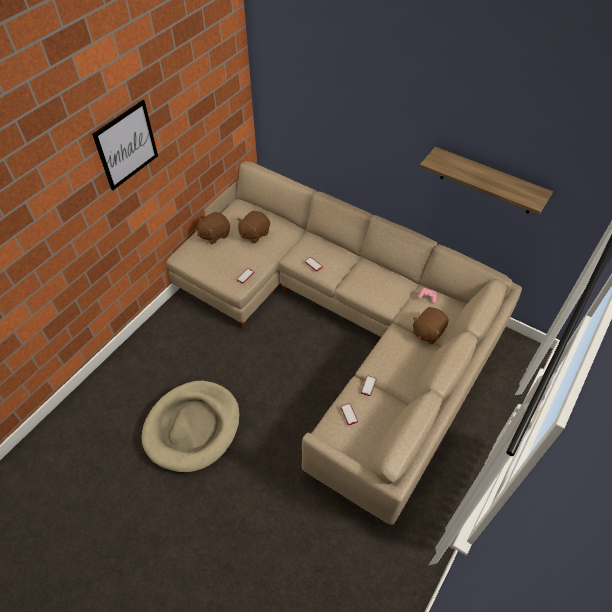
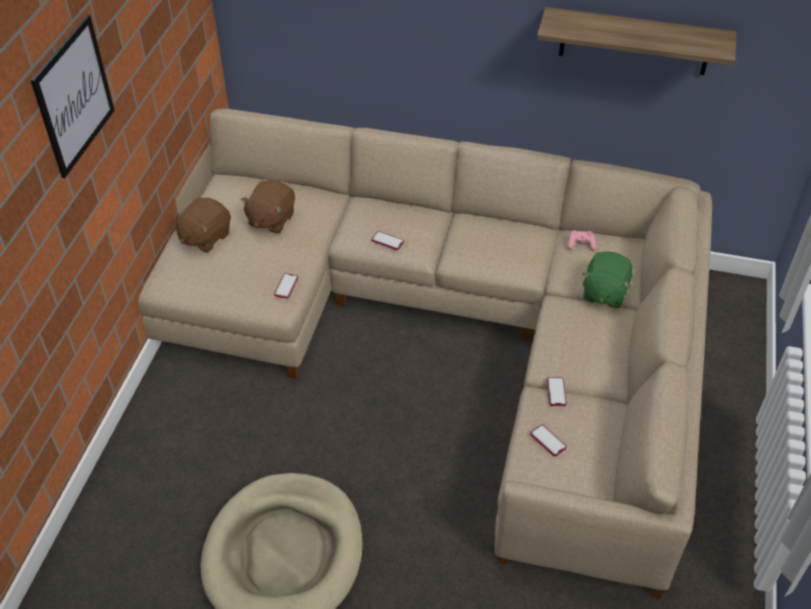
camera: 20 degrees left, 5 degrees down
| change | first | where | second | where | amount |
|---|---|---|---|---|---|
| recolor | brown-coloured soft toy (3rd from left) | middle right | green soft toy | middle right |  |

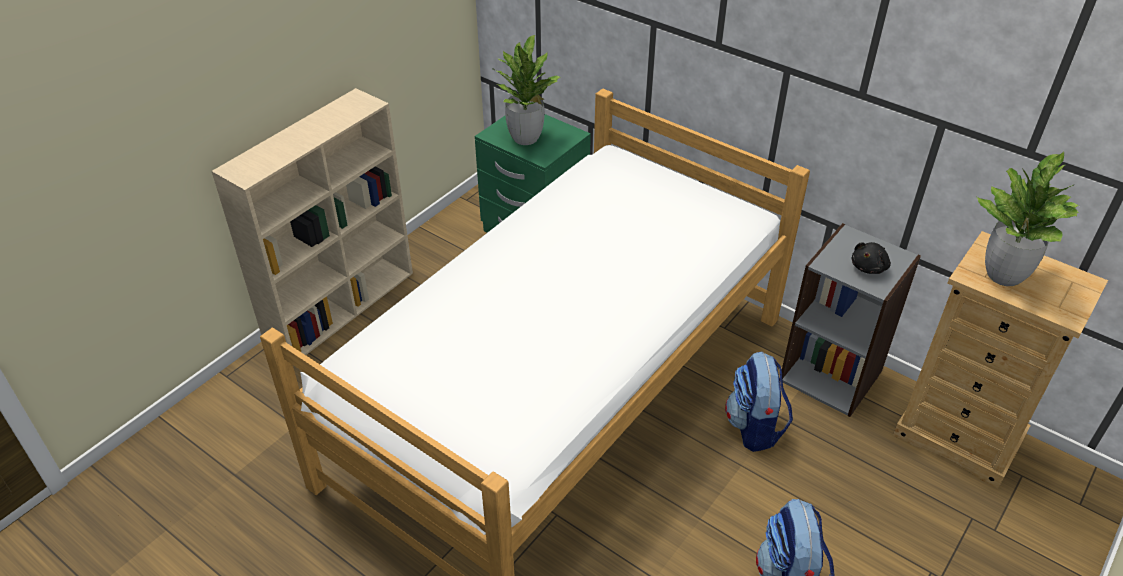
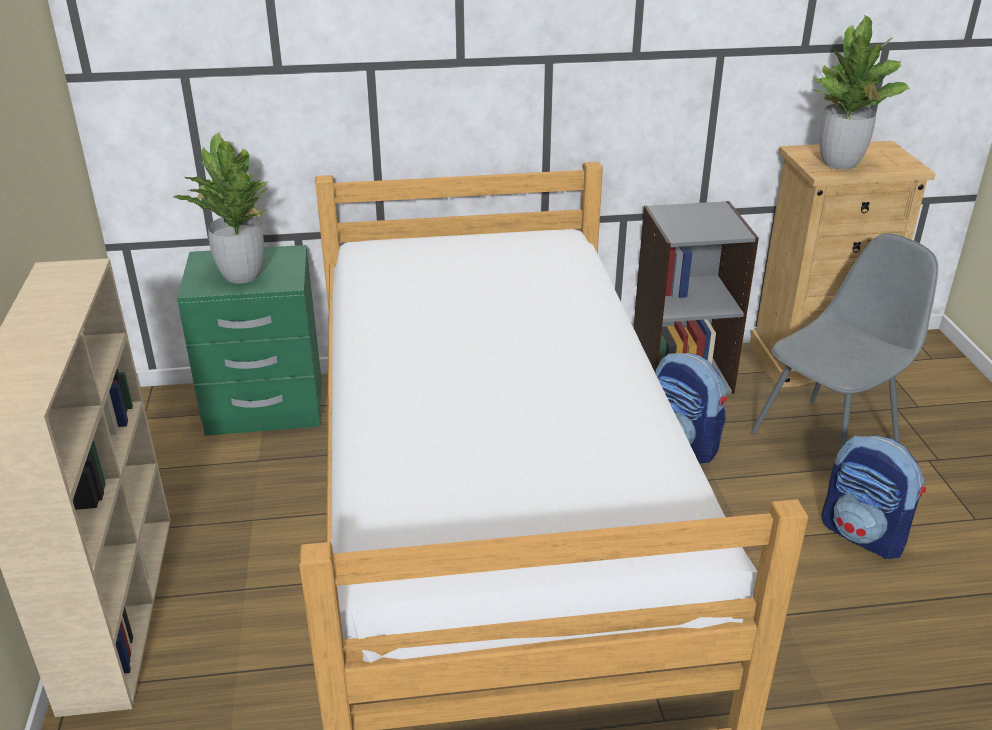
camera: 45 degrees left, 10 degrees down
| change | first | where | second | where | amount |
|---|---|---|---|---|---|
| delete | black-coloured soft toy | middle right |  |  |  |
| insert |  |  | grey chair | middle right |  |

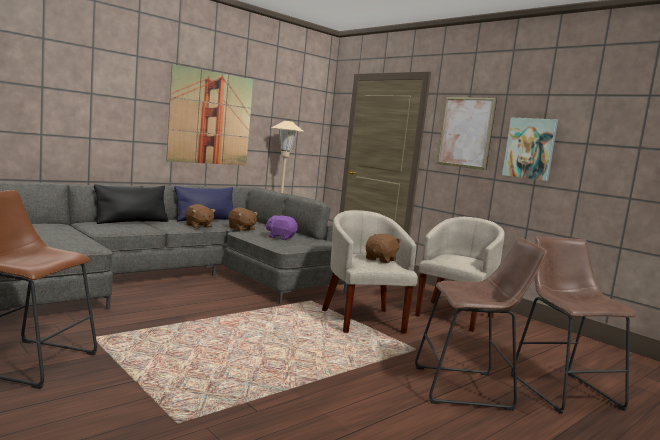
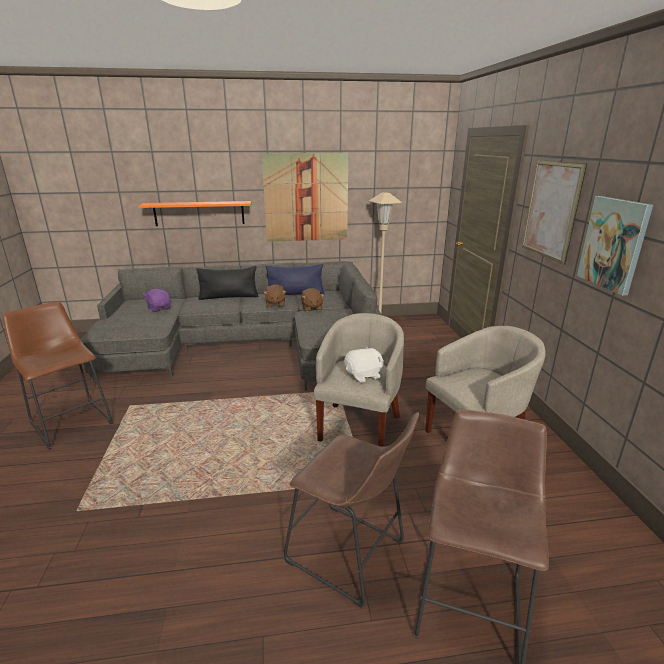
camera: 35 degrees right, 15 degrees up
| change | first | where | second | where | amount |
|---|---|---|---|---|---|
| insert |  |  | orangey shelf | top left |  |
| move | purplish soft toy | centre |  | middle left |  |
| recolor | brown-coloured soft toy (3rd from left) | centre | white-coloured soft toy | centre |  |

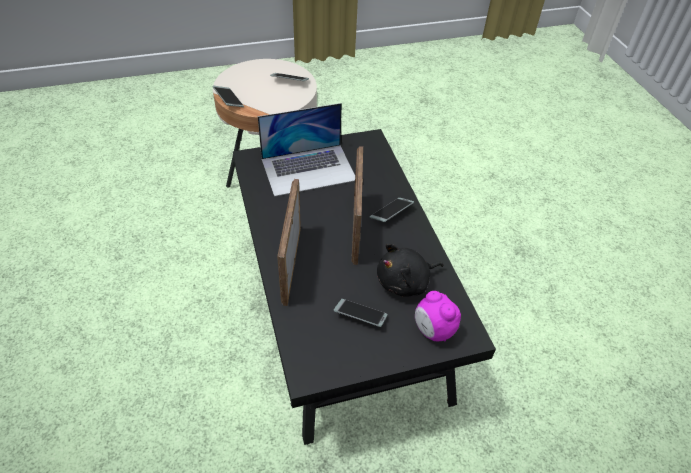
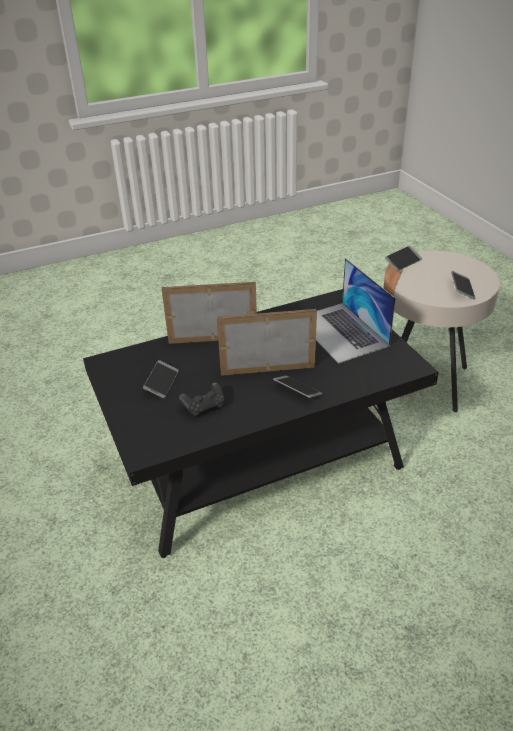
camera: 85 degrees right, 10 degrees down
| change | first | where | second | where | amount |
|---|---|---|---|---|---|
| delete | alarm clock | bottom centre |  |  |  |
| replace | black-coloured soft toy | centre | black-coloured game controller | centre |  |

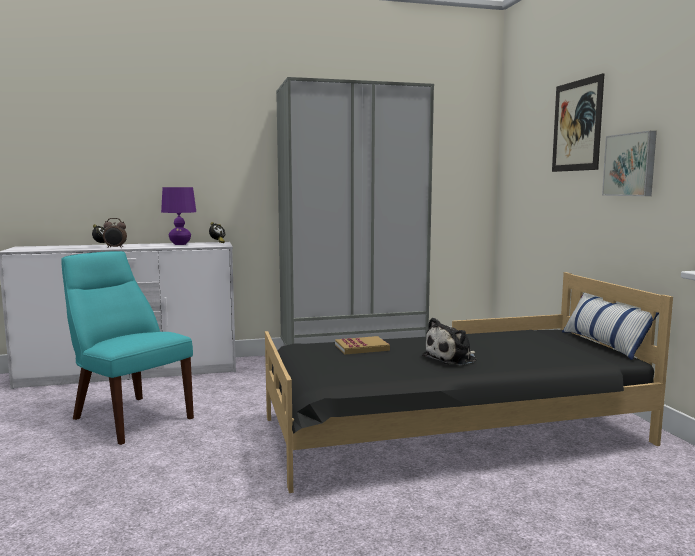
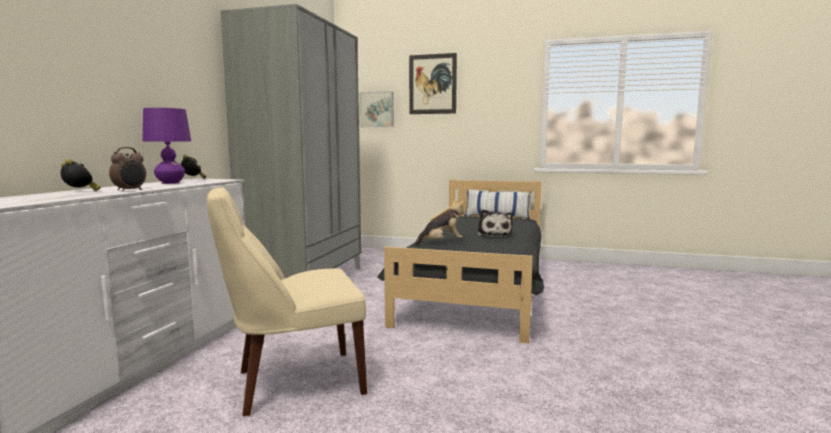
camera: 60 degrees left, 0 degrees up
| change | first | where | second | where | amount |
|---|---|---|---|---|---|
| move | wall picture (2nd from left in the first image) | top right | wall picture (1st from left) | top centre |  |
| replace | book | centre | soft toy (1st from left) | centre |  |
| recolor | turquoise-coloured chair | middle left | beige-coloured chair | bottom centre |  |

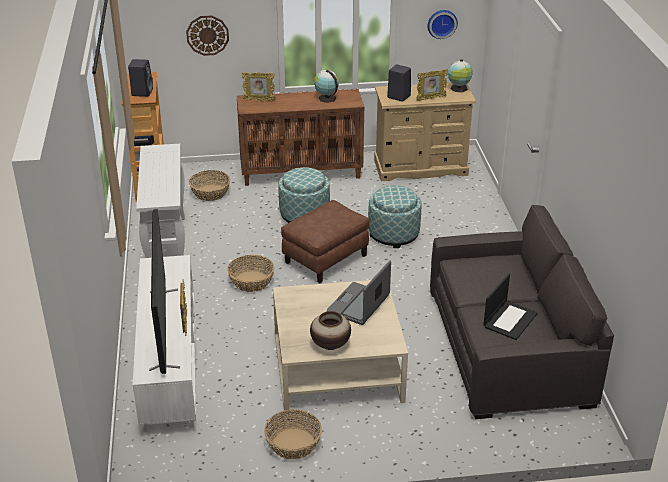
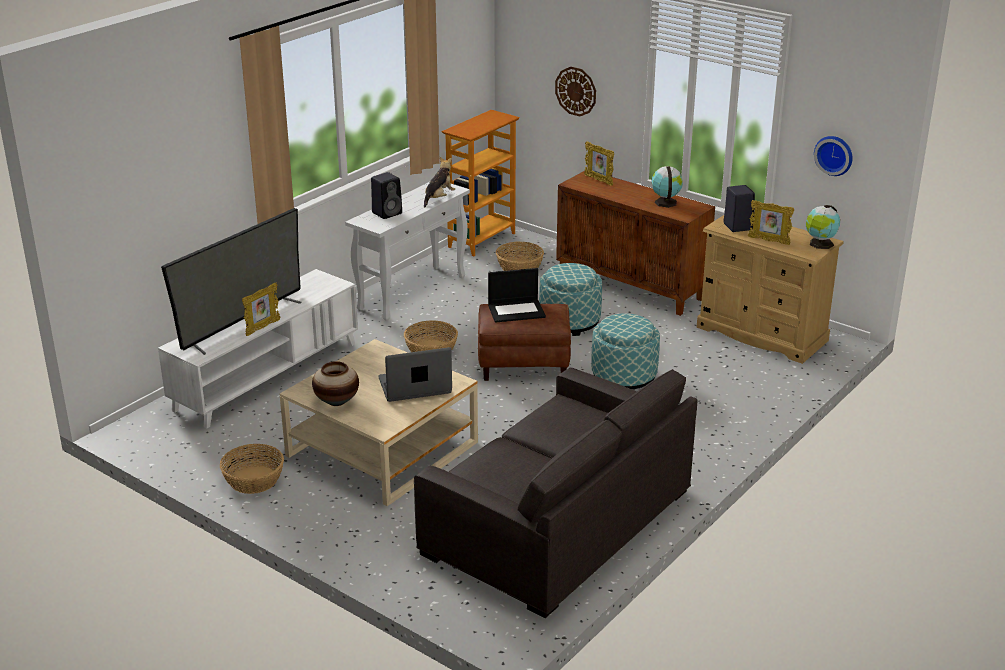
camera: 45 degrees right, 5 degrees down
| change | first | where | second | where | amount |
|---|---|---|---|---|---|
| insert |  |  | soft toy | top centre |  |
| move | black-coloured loudspeaker (1st from left) | top left |  | top centre |  |
| move | notebook computer (2nd from left) | middle right |  | centre |  |

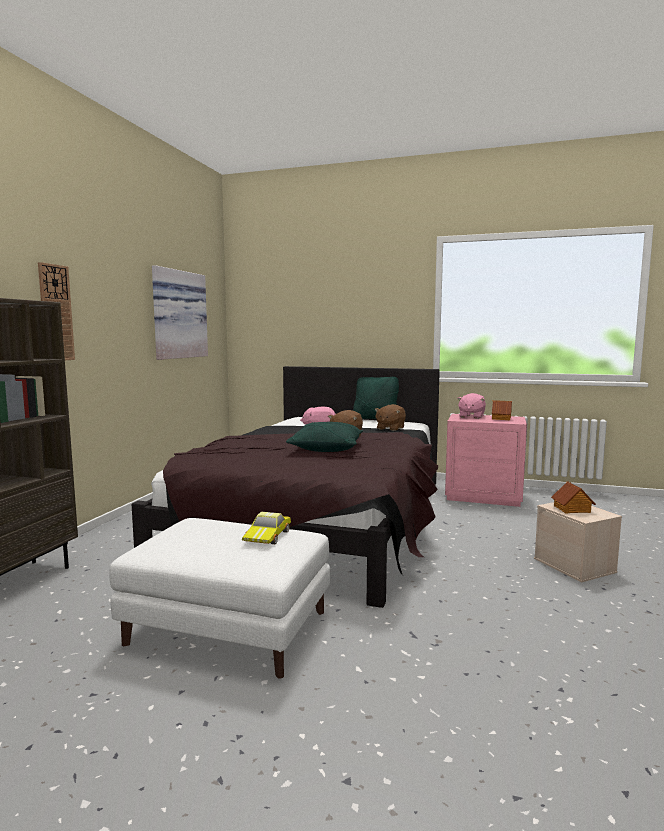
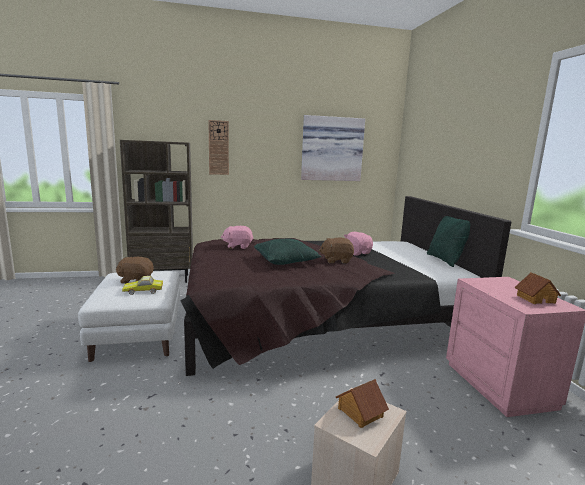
camera: 60 degrees right, 5 degrees up
| change | first | where | second | where | amount |
|---|---|---|---|---|---|
| move | brown-coloured soft toy (2nd from left in the first image) | centre | brown-coloured soft toy (1st from left) | middle left |  |
| move | pink soft toy (2nd from left in the first image) | middle right | pink soft toy (1st from left) | centre |  |

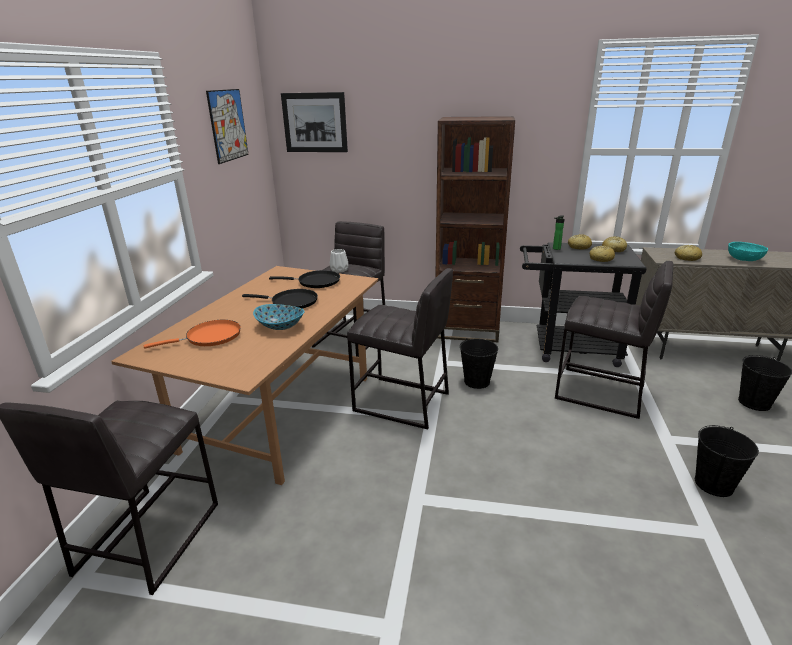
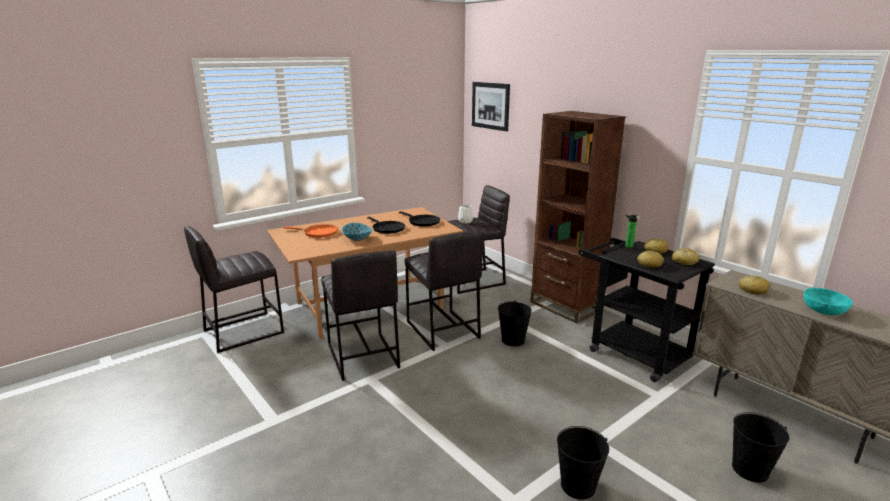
camera: 40 degrees right, 5 degrees down
| change | first | where | second | where | amount |
|---|---|---|---|---|---|
| delete | wall picture (1st from left) | top left |  |  |  |
| move | grey stool seat (4th from left in the first image) | middle right | grey stool seat (2nd from left) | centre |  |

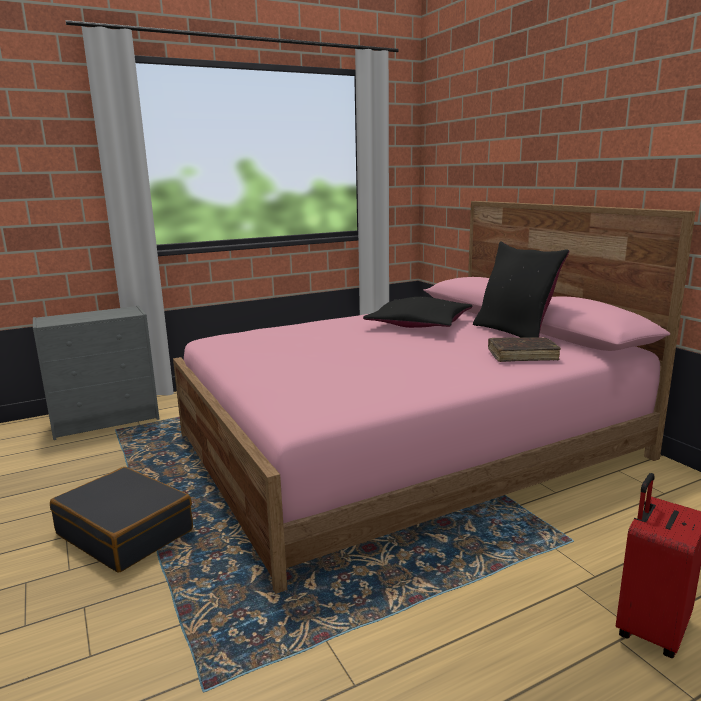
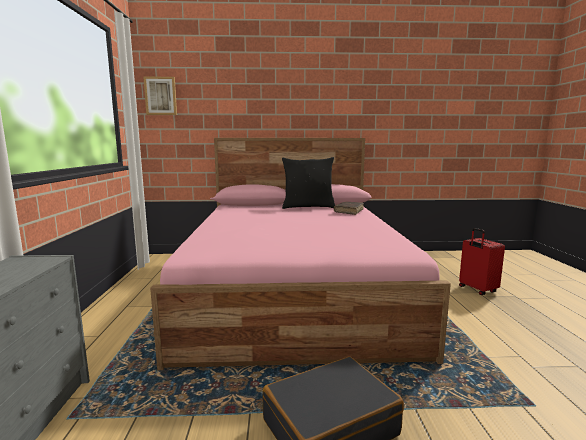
camera: 65 degrees left, 5 degrees down
| change | first | where | second | where | amount |
|---|---|---|---|---|---|
| delete | black-coloured cushion (1st from left) | centre |  |  |  |
| insert |  |  | wall picture | top left |  |

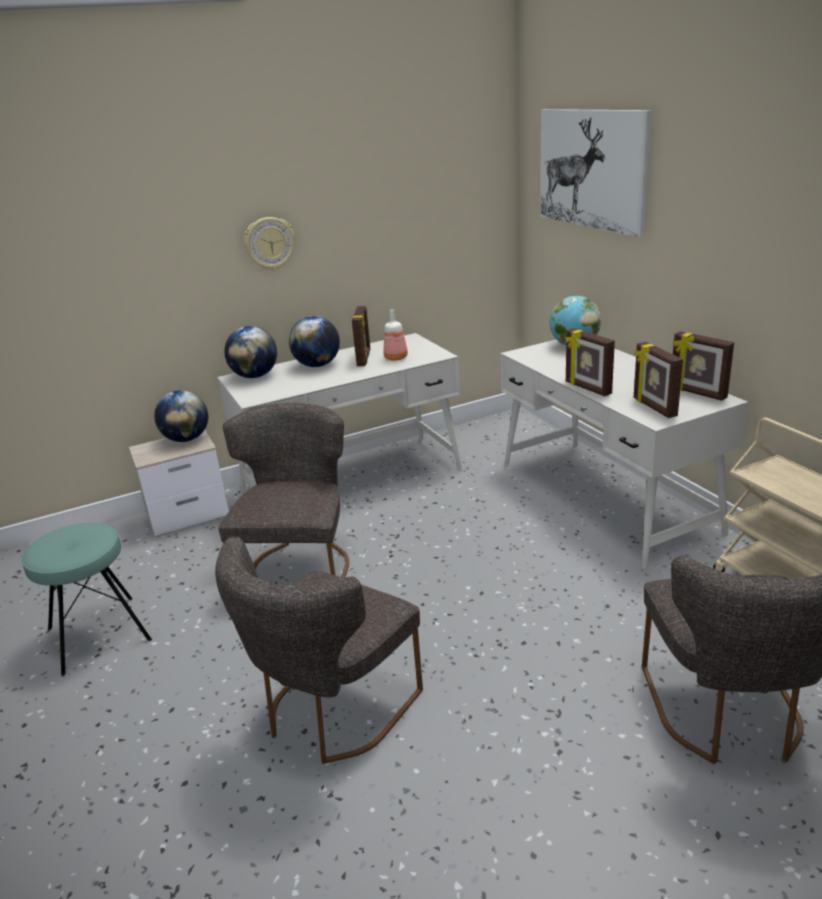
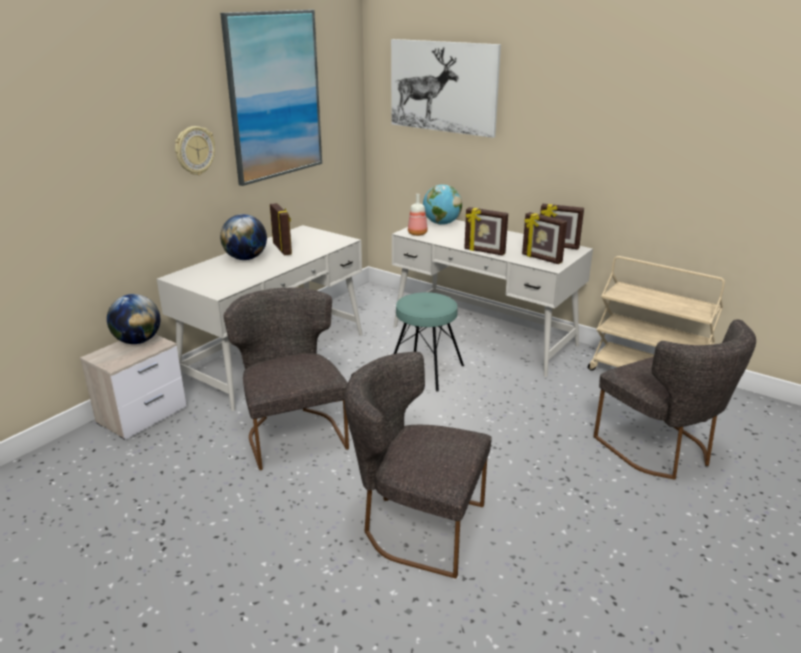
camera: 30 degrees left, 0 degrees up
| change | first | where | second | where | amount |
|---|---|---|---|---|---|
| delete | desk globe (2nd from left) | middle left |  |  |  |
| insert |  |  | wall picture (1st from left) | top centre |  |
| move | turquoise-coloured stool seat | middle left |  | centre |  |
| move | beverage bottle | centre |  | top centre |  |
| rotate | grey chair (2nd from left) | bottom centre |  | bottom centre | 105 degrees clockwise |

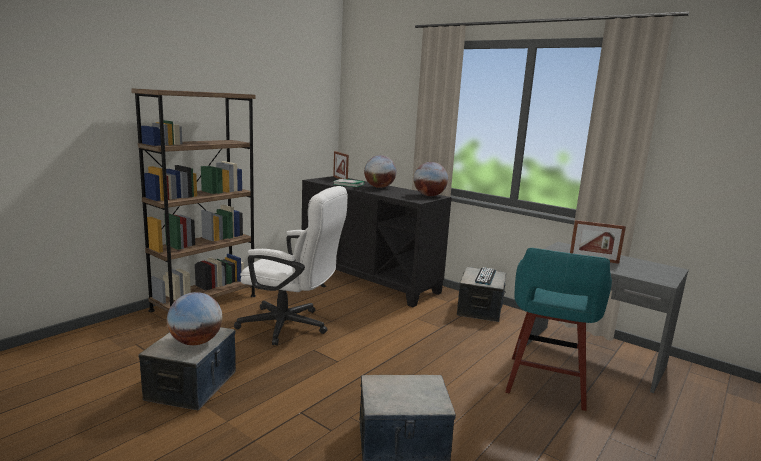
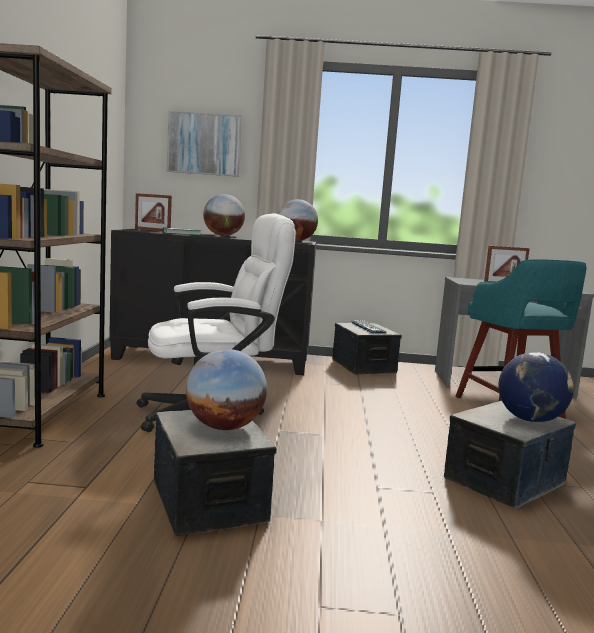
camera: 35 degrees left, 5 degrees down
| change | first | where | second | where | amount |
|---|---|---|---|---|---|
| insert |  |  | wall picture | top centre |  |
| insert |  |  | desk globe (4th from left) | middle right |  |

